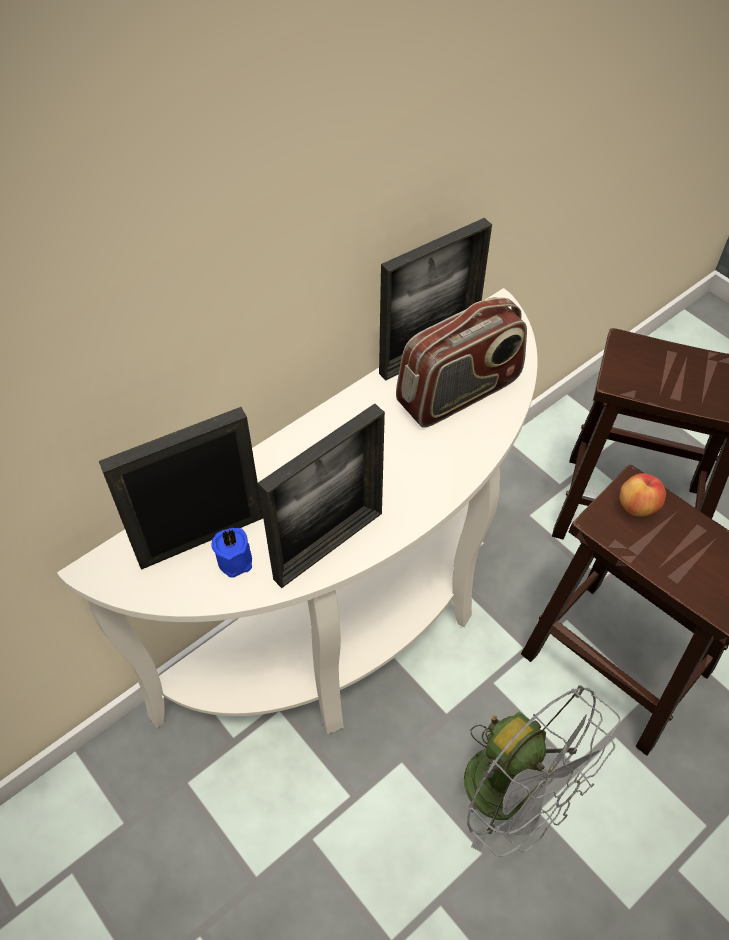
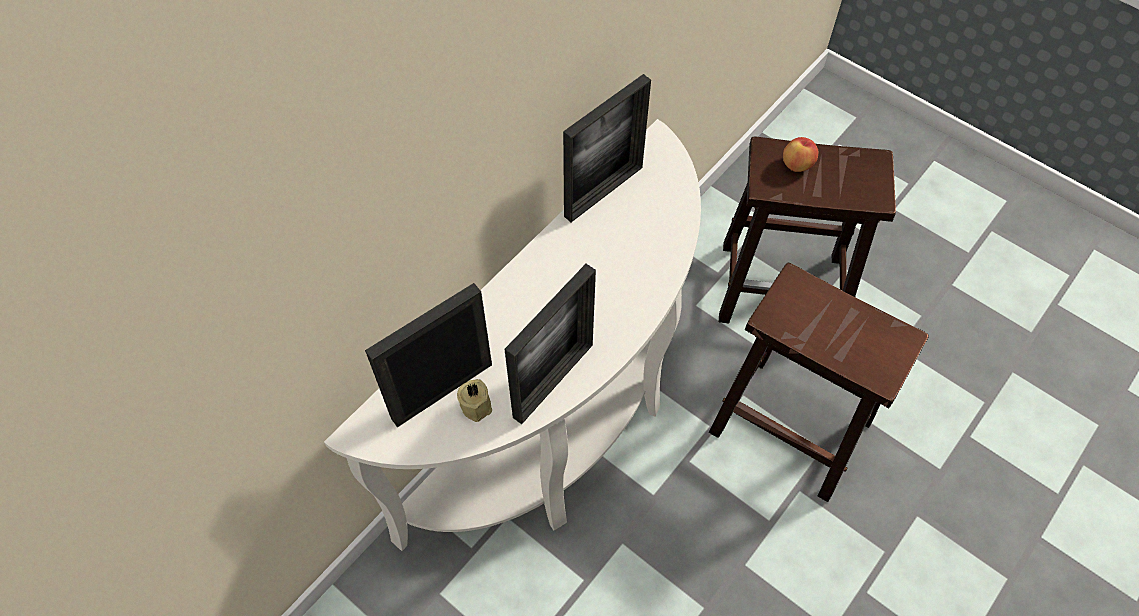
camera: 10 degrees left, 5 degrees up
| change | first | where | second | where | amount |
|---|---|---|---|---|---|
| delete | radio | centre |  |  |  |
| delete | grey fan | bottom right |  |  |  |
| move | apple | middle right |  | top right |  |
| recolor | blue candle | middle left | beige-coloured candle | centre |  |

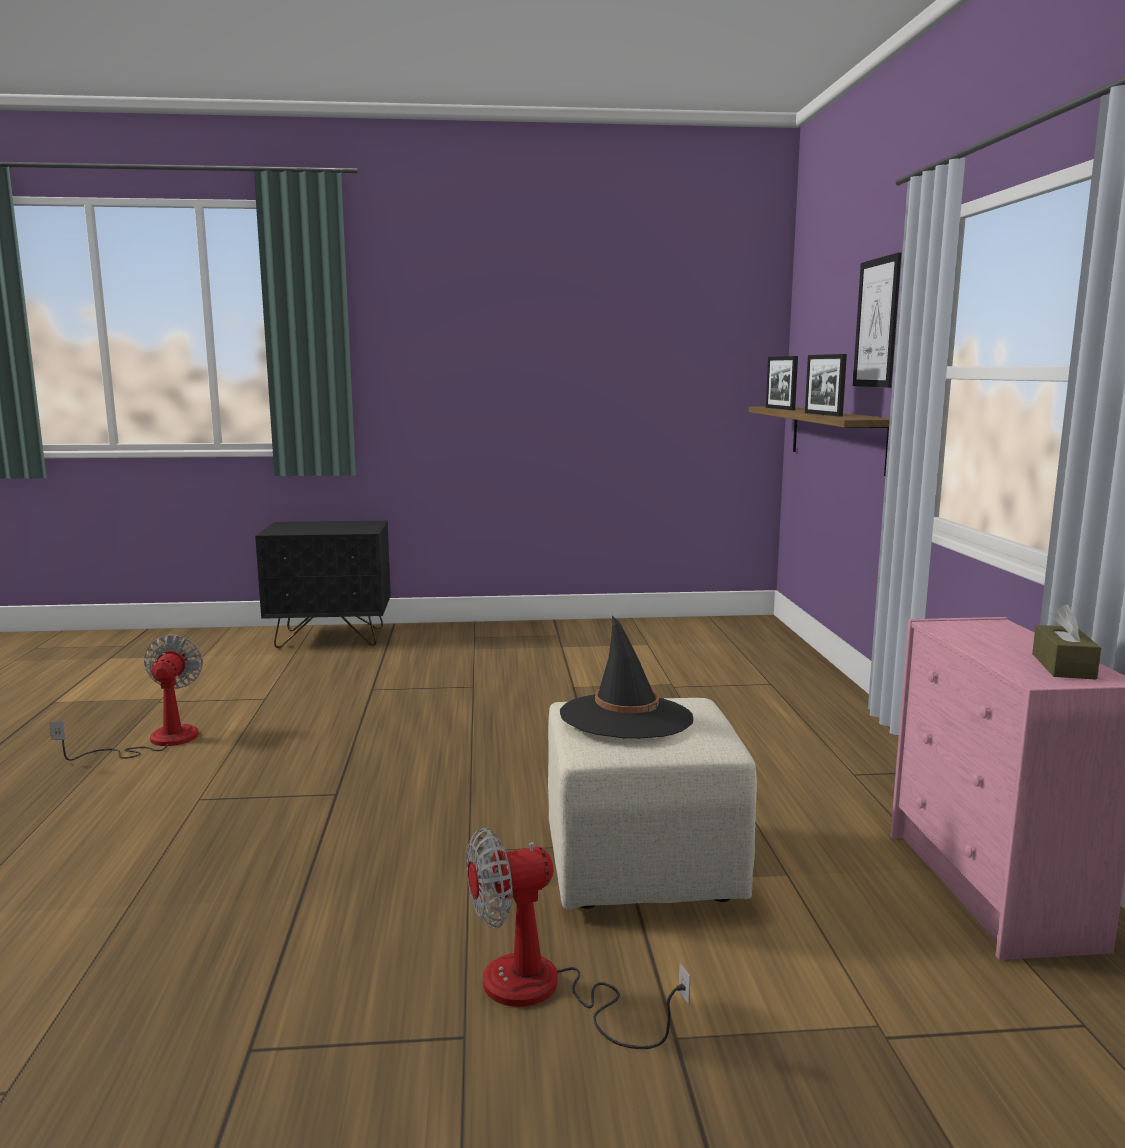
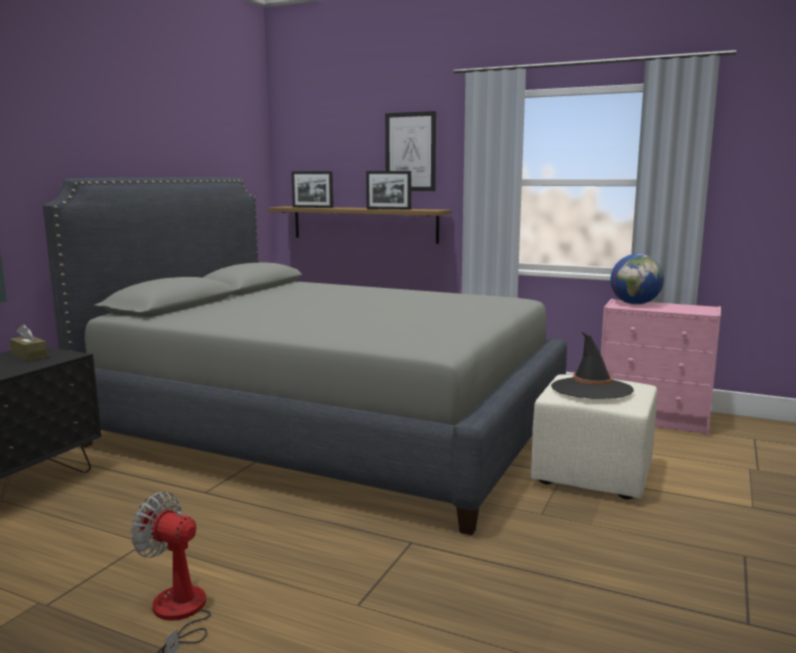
camera: 60 degrees left, 0 degrees up
| change | first | where | second | where | amount |
|---|---|---|---|---|---|
| delete | fan (2nd from left) | bottom centre |  |  |  |
| insert |  |  | grey bedroom bed | centre |  |
| insert |  |  | desk globe | middle right |  |
| move | brown-coloured tissue holder | middle right |  | middle left |  |

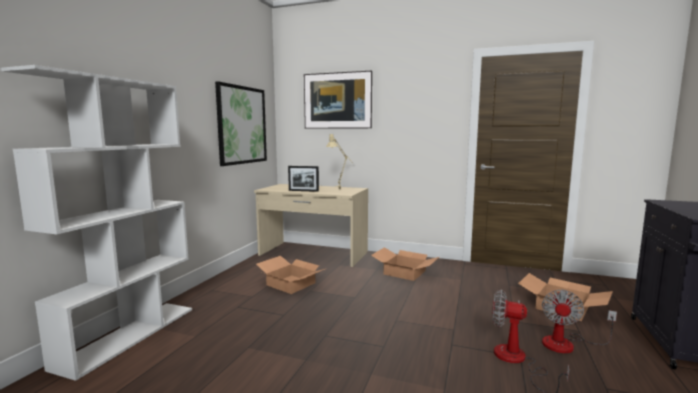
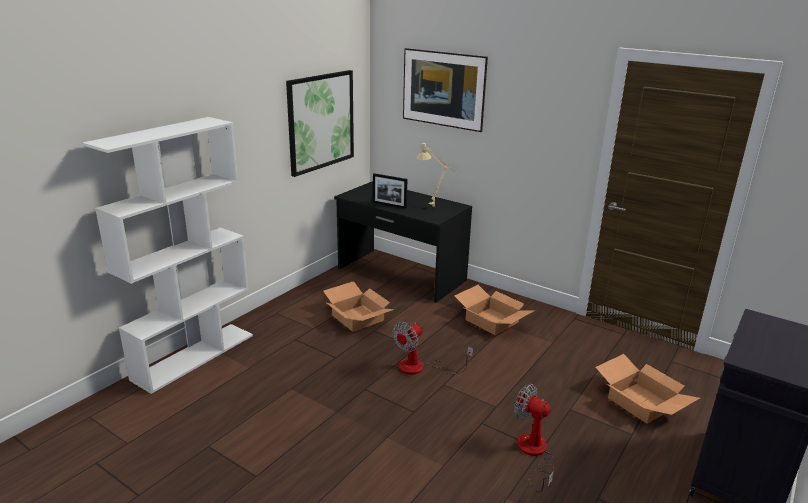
camera: 15 degrees right, 15 degrees up
| change | first | where | second | where | amount |
|---|---|---|---|---|---|
| move | fan (2nd from left in the first image) | bottom right | fan (1st from left) | bottom centre |  |
| recolor | beige-coloured desk | centre | black-coloured desk | centre |  |

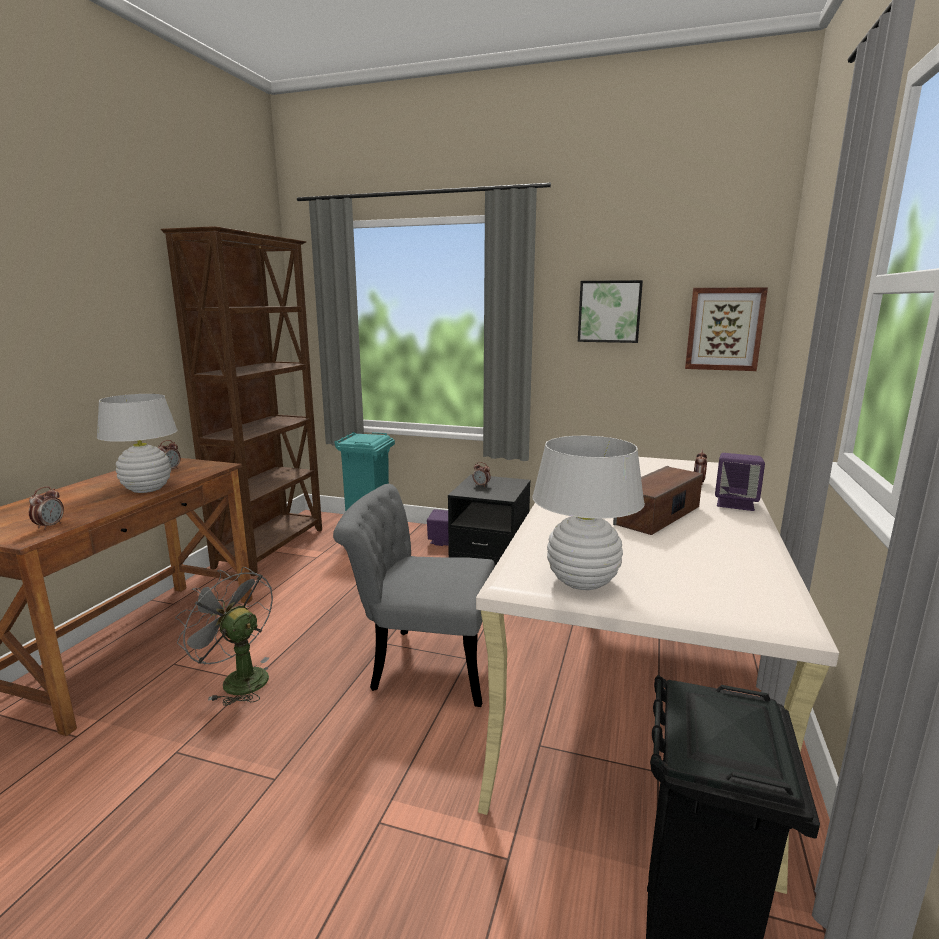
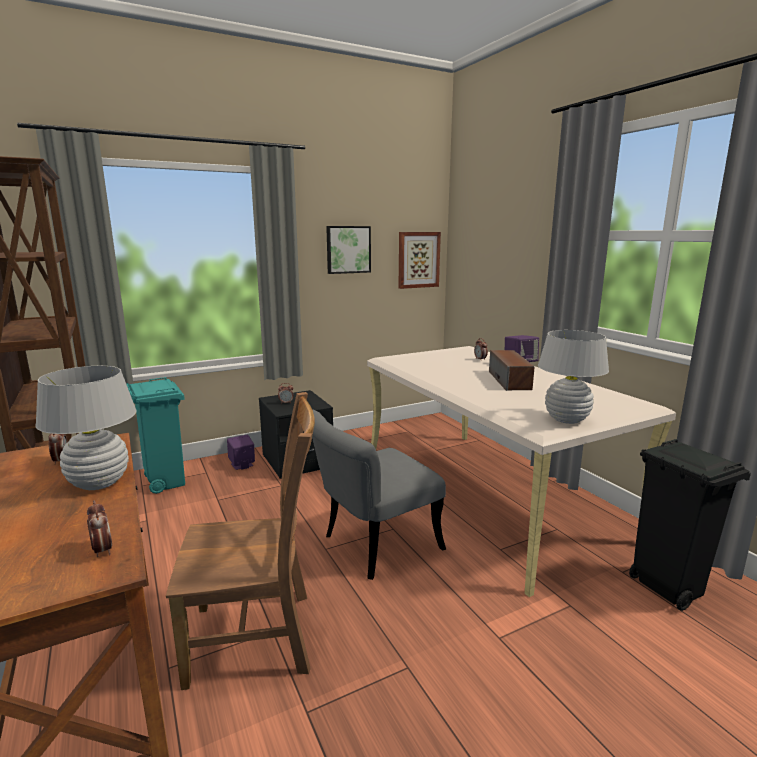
camera: 45 degrees left, 0 degrees up
| change | first | where | second | where | amount |
|---|---|---|---|---|---|
| replace | grey fan | bottom left | brown-coloured chair | bottom left |  |

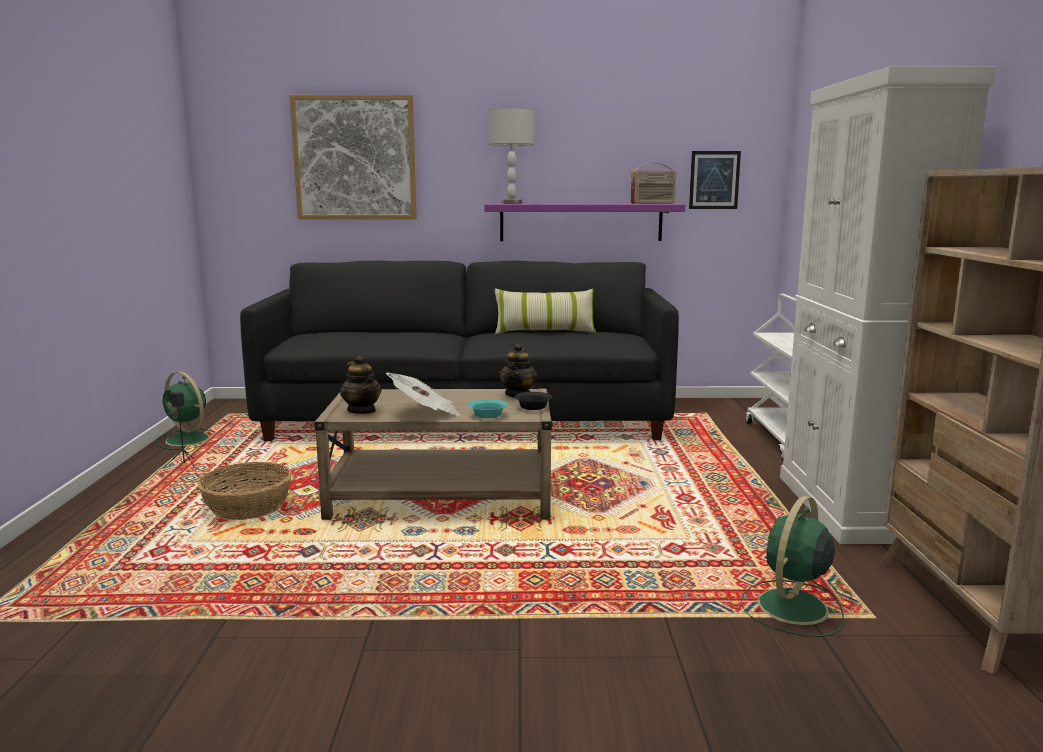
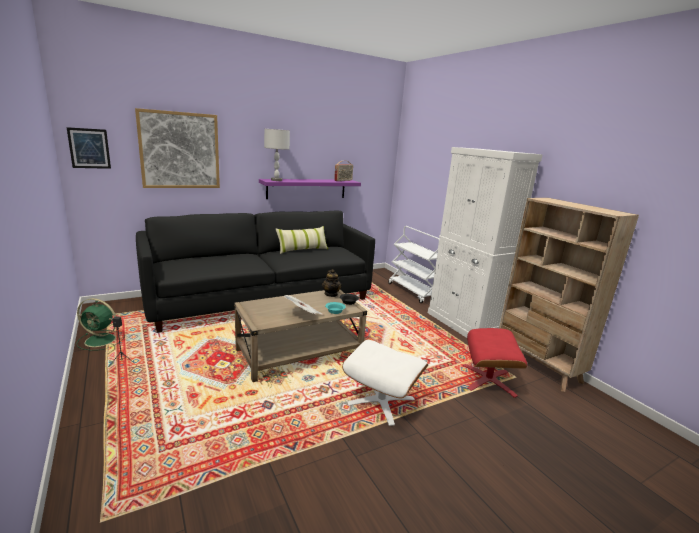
camera: 30 degrees left, 5 degrees up
| change | first | where | second | where | amount |
|---|---|---|---|---|---|
| delete | basket | middle left |  |  |  |
| delete | tea pot (1st from left) | centre |  |  |  |
| insert |  |  | white-coloured pouffe | bottom centre |  |
| move | wall picture (2nd from left in the first image) | top right | wall picture (1st from left) | top left |  |
| replace | green fan (2nd from left) | bottom right | reddish pouffe | bottom right |  |

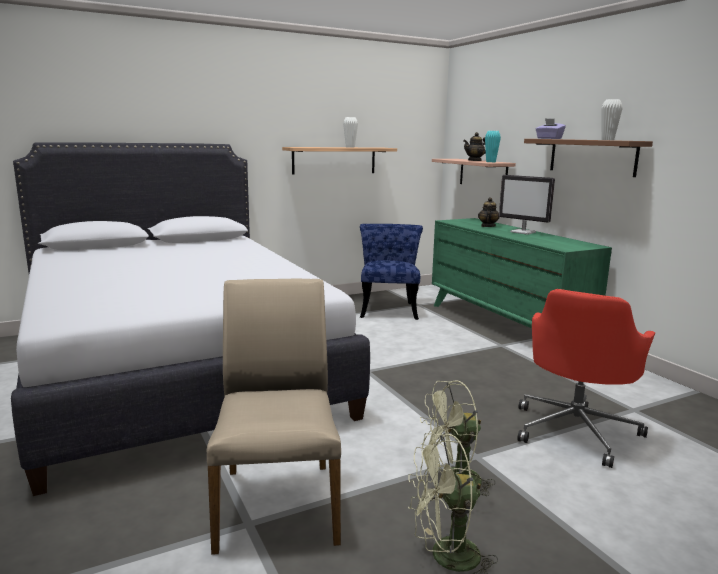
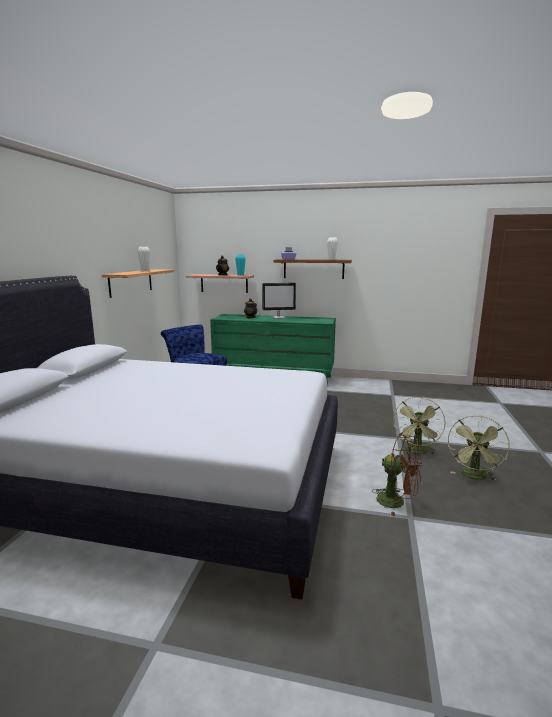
camera: 50 degrees left, 0 degrees up
| change | first | where | second | where | amount |
|---|---|---|---|---|---|
| delete | reddish desk chair | middle right |  |  |  |
| replace | beige-coloured chair | bottom centre | brown-coloured fan | middle right |  |

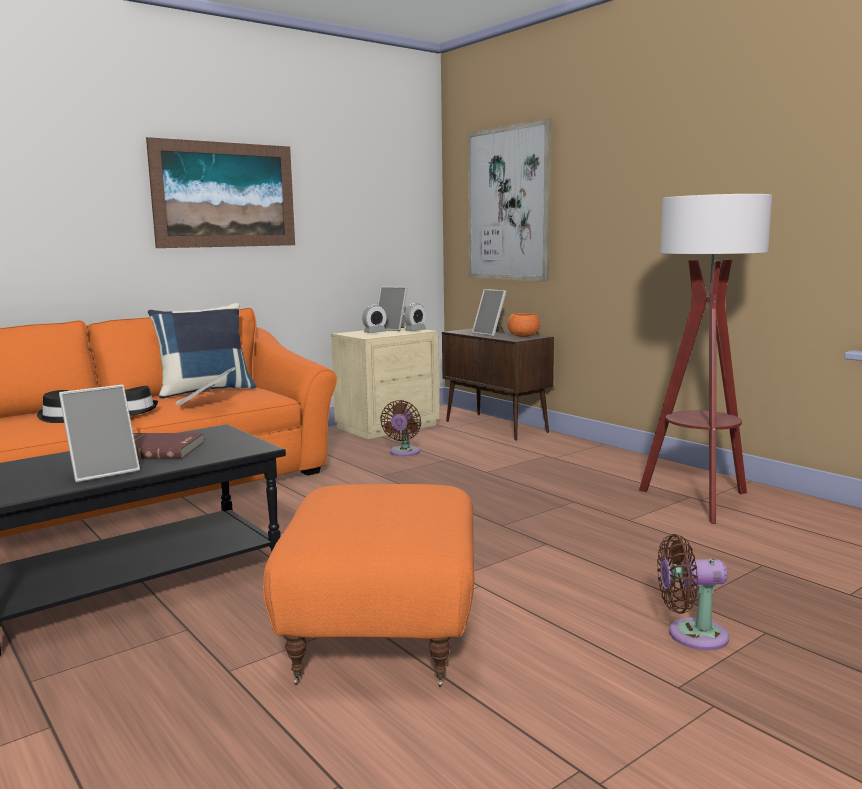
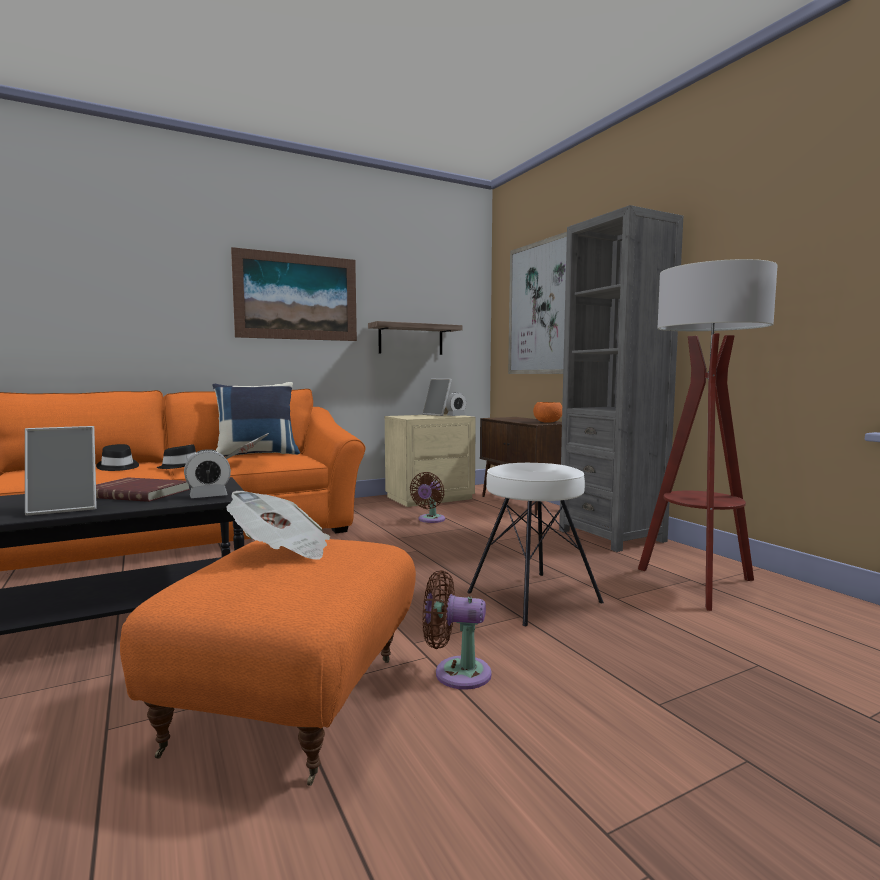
camera: 10 degrees right, 5 degrees down
| change | first | where | second | where | amount |
|---|---|---|---|---|---|
| delete | picture frame (3rd from left) | centre |  |  |  |
| insert |  |  | newspaper (2nd from left) | middle left |  |
| insert |  |  | shelf | centre |  |
| insert |  |  | white-coloured stool seat | centre |  |
| insert |  |  | grey shelving unit | middle right |  |
| move | alarm clock (1st from left) | centre |  | middle left |  |
| move | brown-coloured fan (2nd from left) | bottom right |  | bottom centre |  |

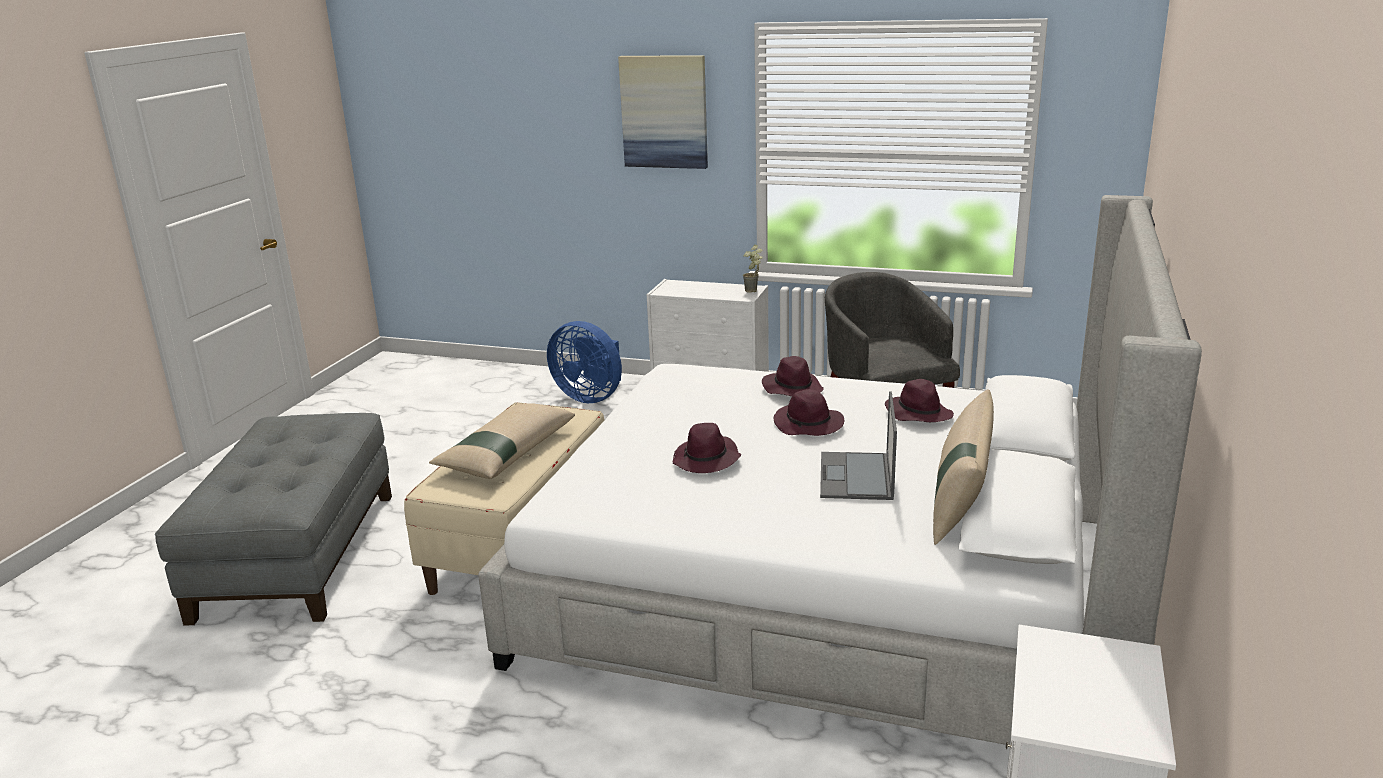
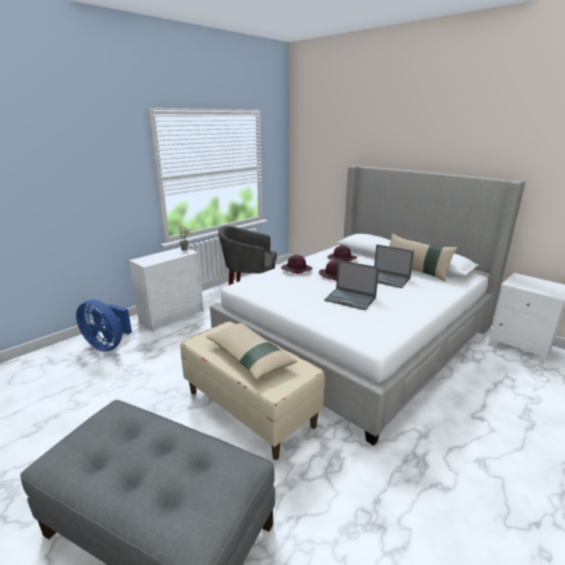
camera: 65 degrees left, 0 degrees up
| change | first | where | second | where | amount |
|---|---|---|---|---|---|
| delete | wall picture | top centre |  |  |  |
| replace | purplish clothing hat (1st from left) | centre | notebook computer (1st from left) | centre |  |
| rotate | blue fan | centre |  | middle left | 60 degrees clockwise |

